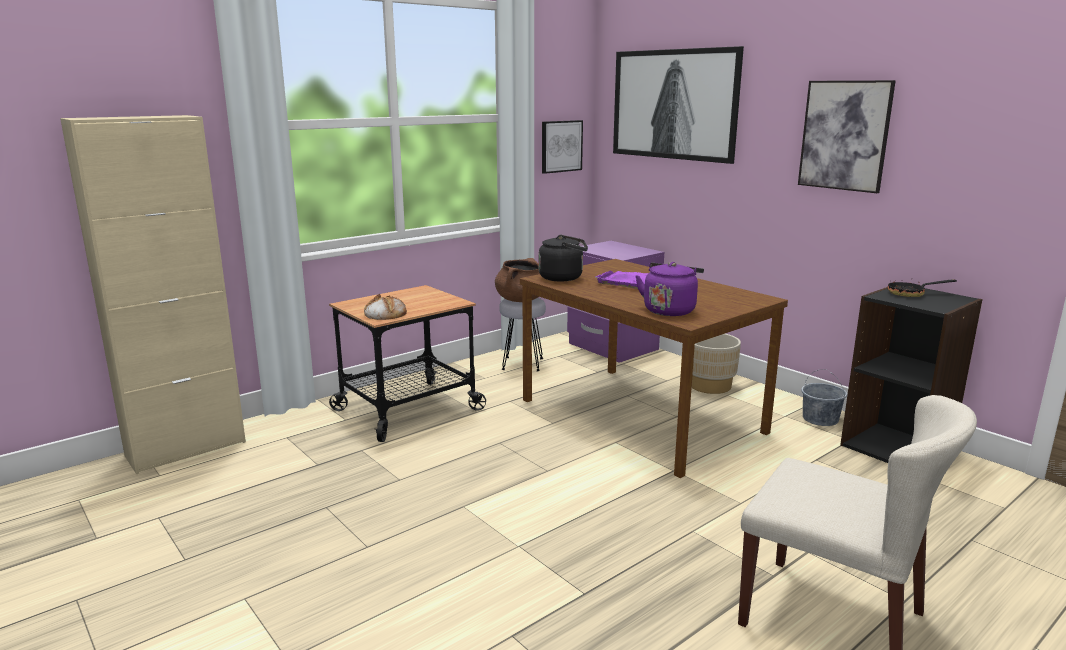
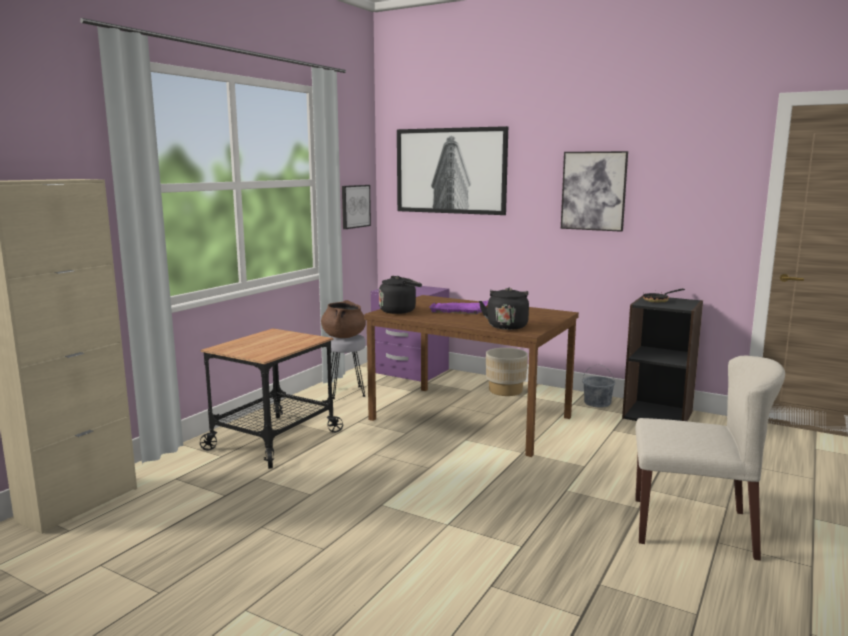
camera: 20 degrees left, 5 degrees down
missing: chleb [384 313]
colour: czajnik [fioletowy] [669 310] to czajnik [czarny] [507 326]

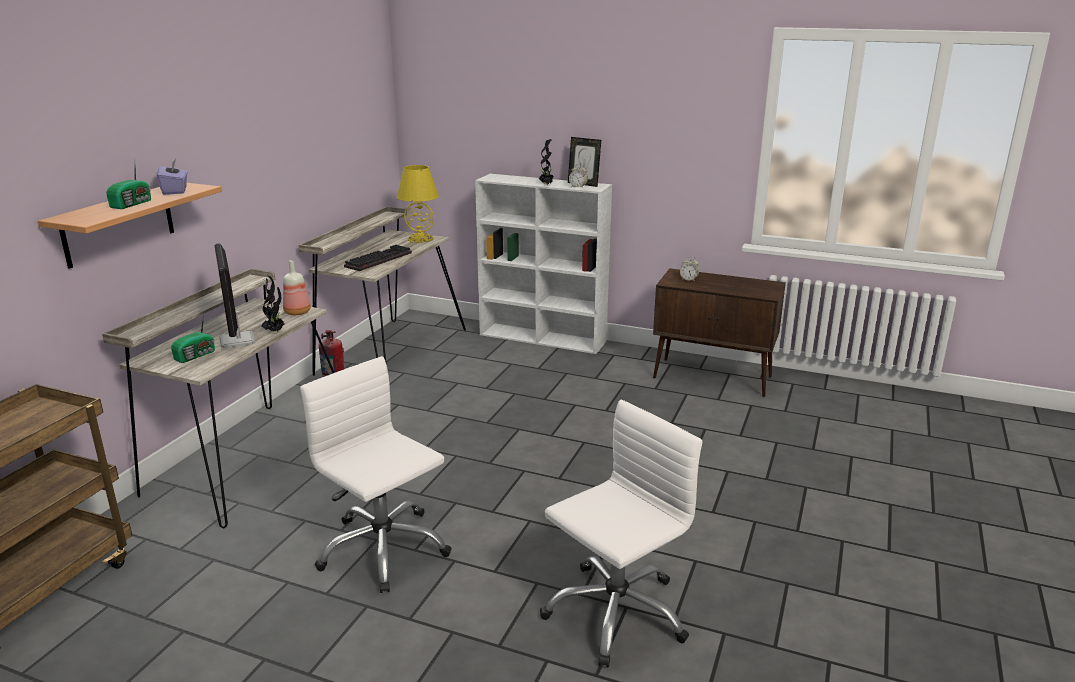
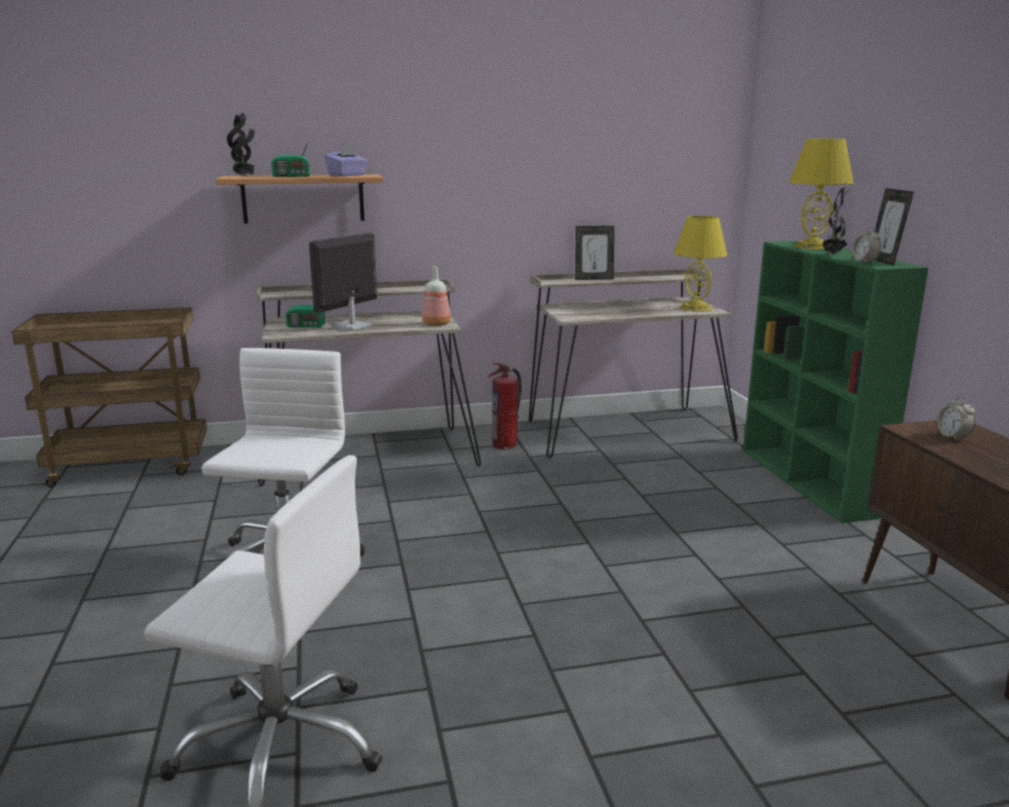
camera: 55 degrees right, 5 degrees down
missing: klawiatura [378 259]
appeared: ramka na zdjęcie [593 279]; lampa stołowa [żółty] [813 247]
relocated: roślina doniczkowa [275 331] to [245 177]
colour: regał [biały] [543 338] to regał [zielony] [809 482]

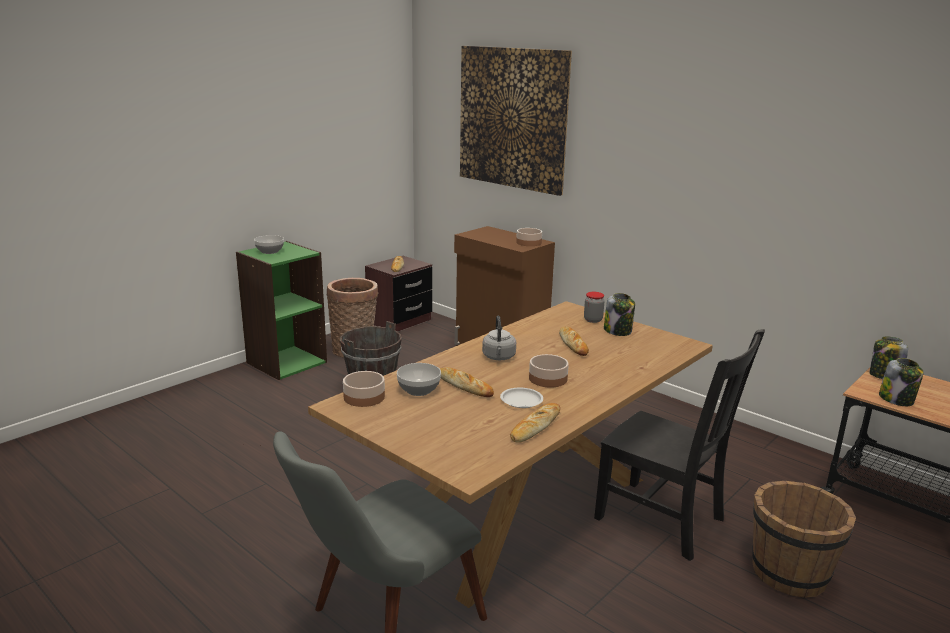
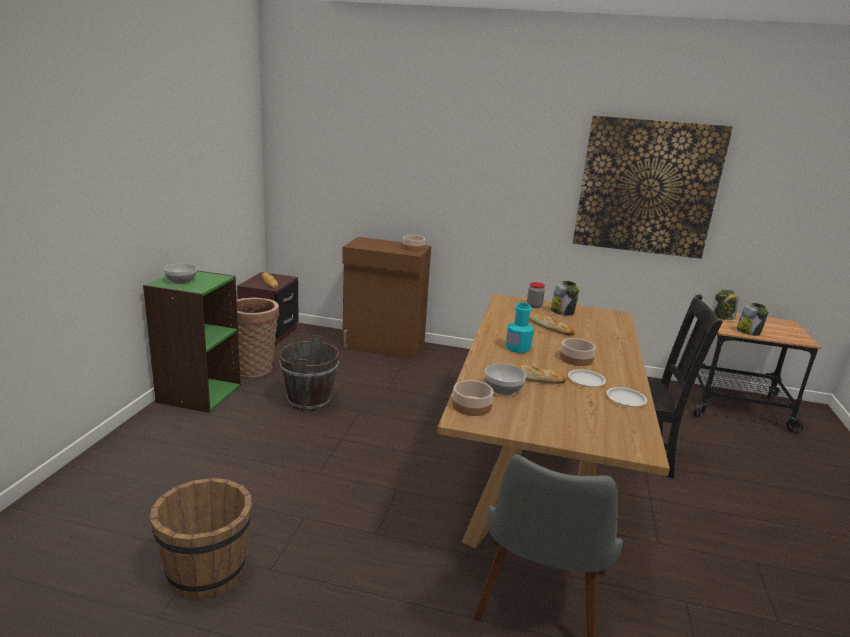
camera: 30 degrees left, 0 degrees up
relocated: obraz [512 118] to [647 187]; wiadro [brązowy] [789 573] to [207 572]
exchanged: czajnik [szary] [499 357] to butelka [turkusowy] [517 348]; chleb [535 427] to talerz [biały] [626 399]

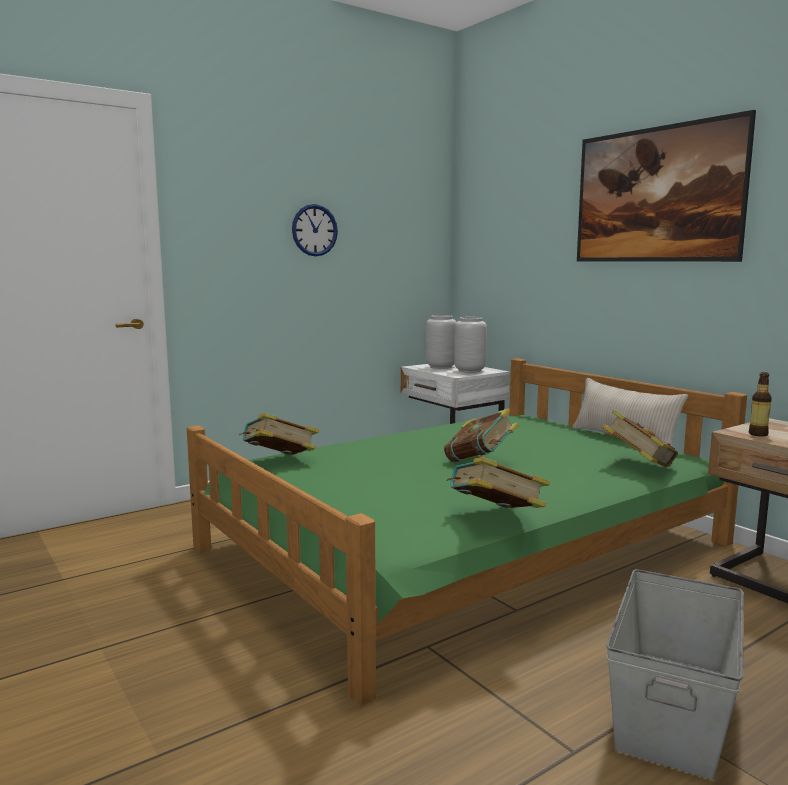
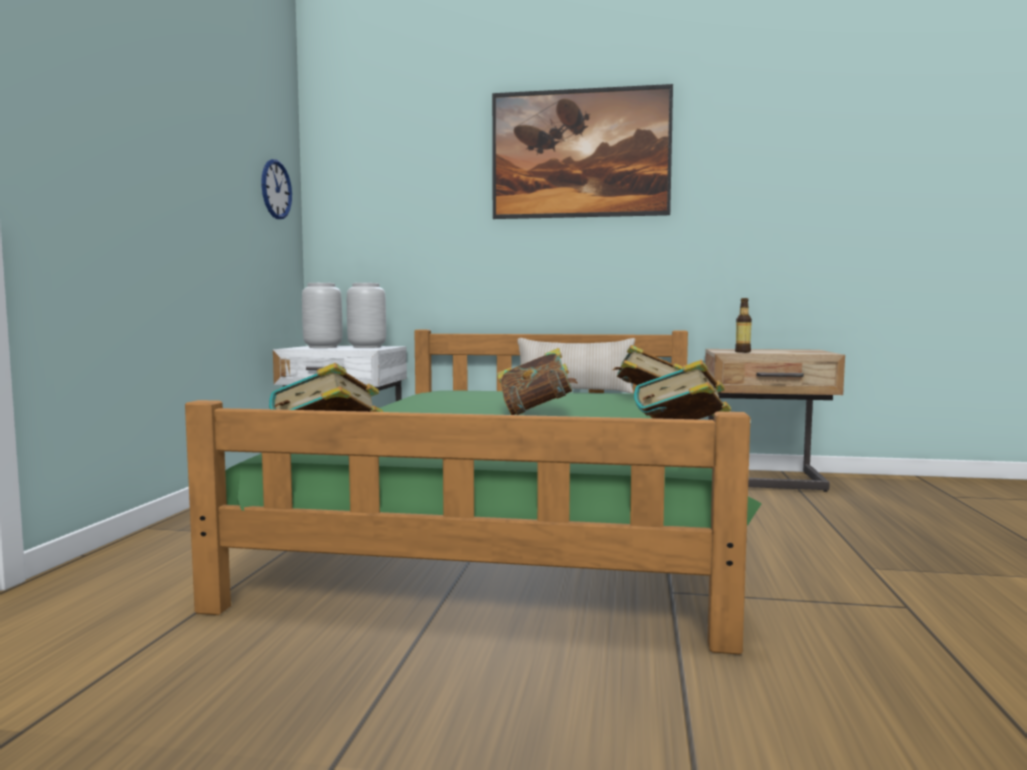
camera: 45 degrees left, 5 degrees down
missing: pojemnik do przechowywania [szary] [670 707]
relocated: zegar ścienny [314 230] to [276 189]

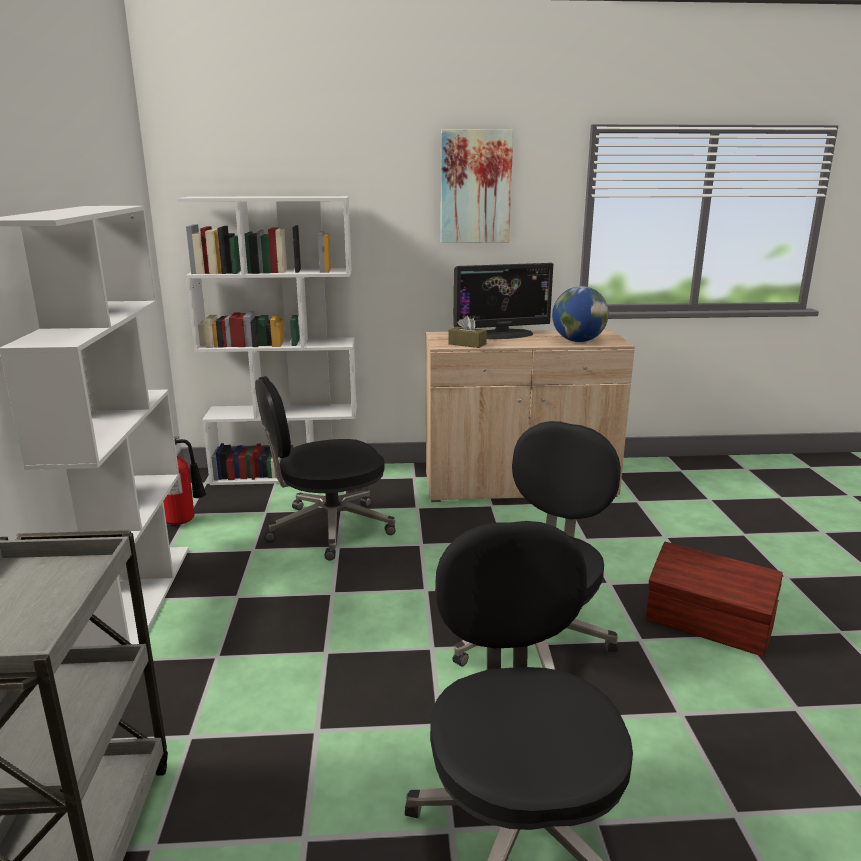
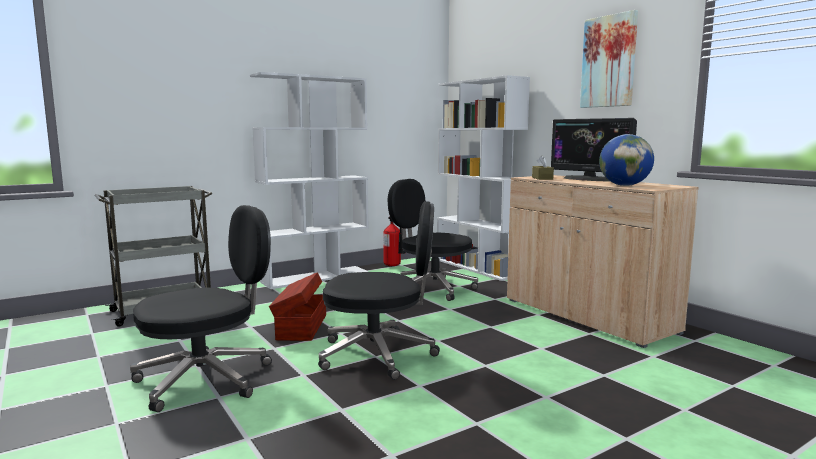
camera: 60 degrees right, 10 degrees down
relocated: pojemnik do przechowywania [brązowy] [709 626] to [300 327]

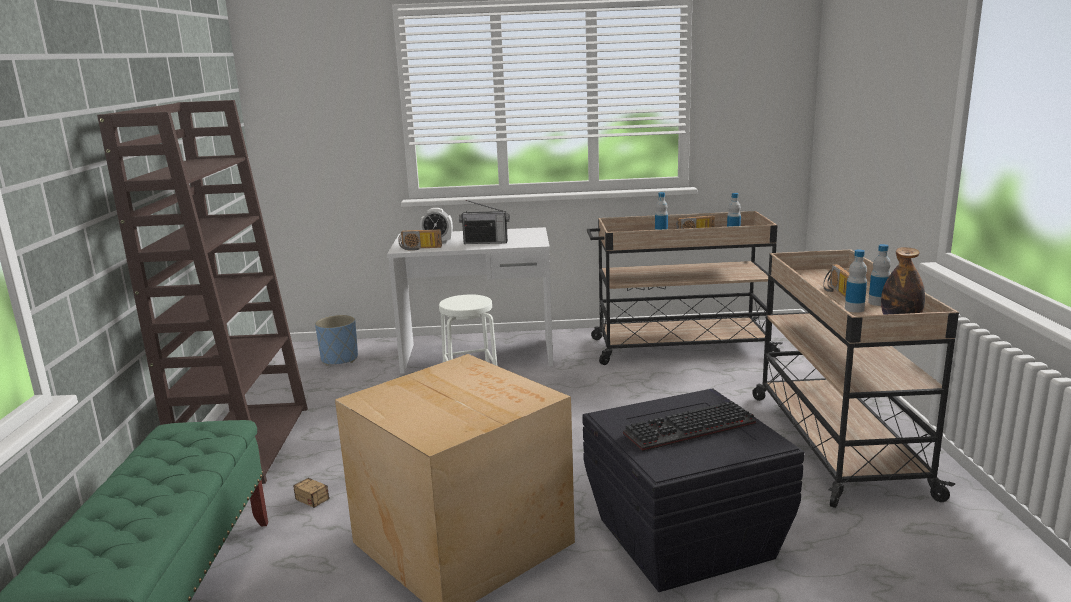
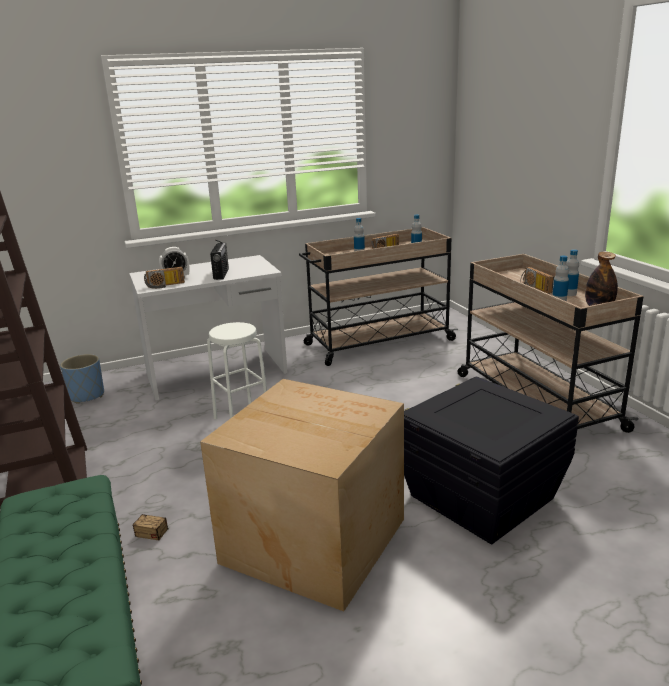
camera: 20 degrees left, 5 degrees up
missing: klawiatura [689 431]
spun: radio [485 242] = [221 274] 75 degrees counterclockwise

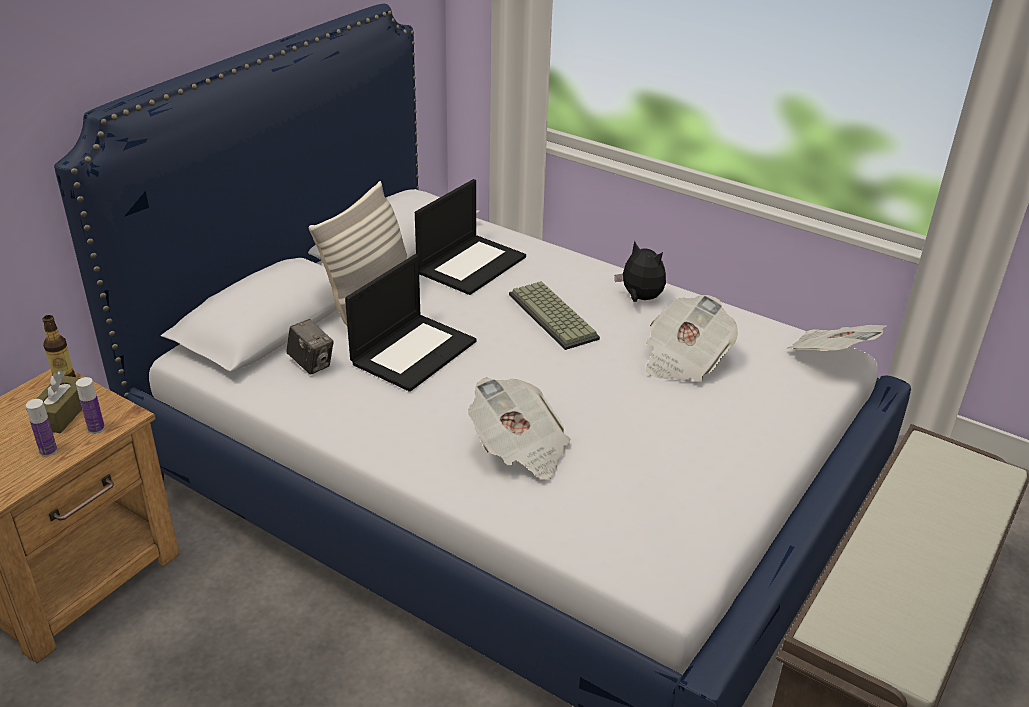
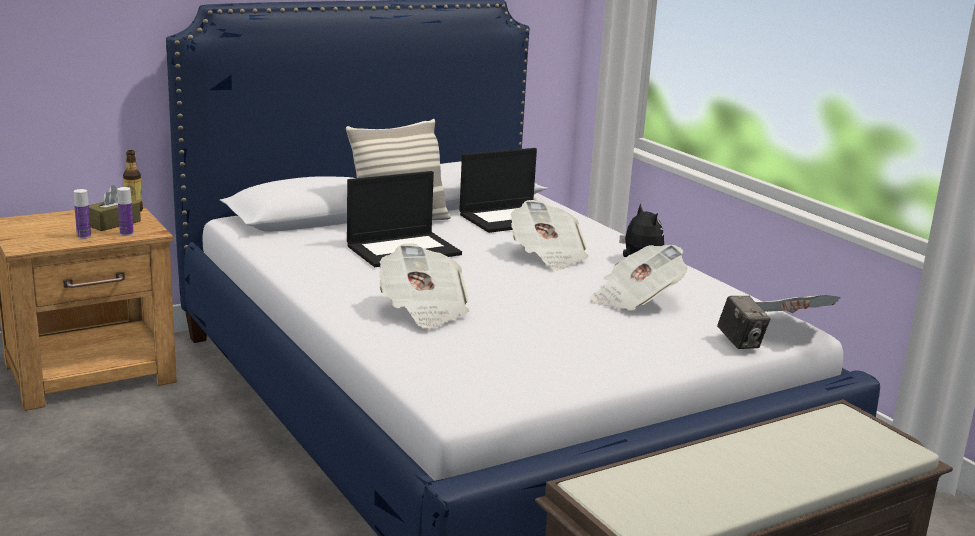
camera: 25 degrees right, 15 degrees down
relocated: aparat fotograficzny [311 364] to [740 343]
exchanged: klawiatura [555 316] to gazeta [547 256]

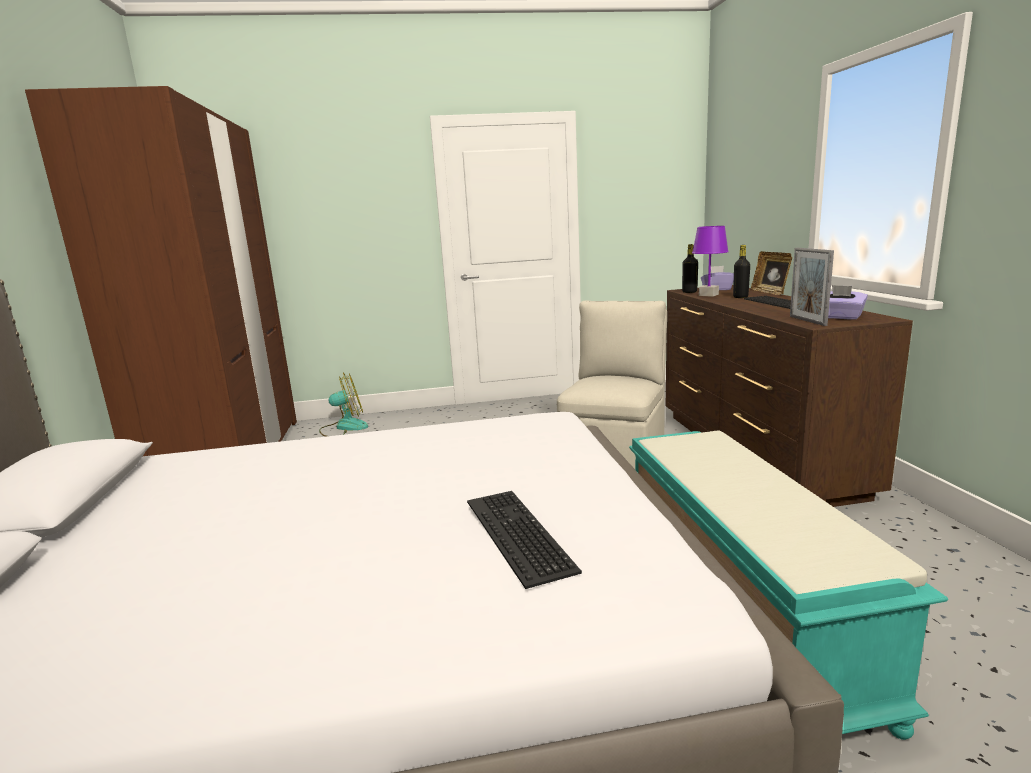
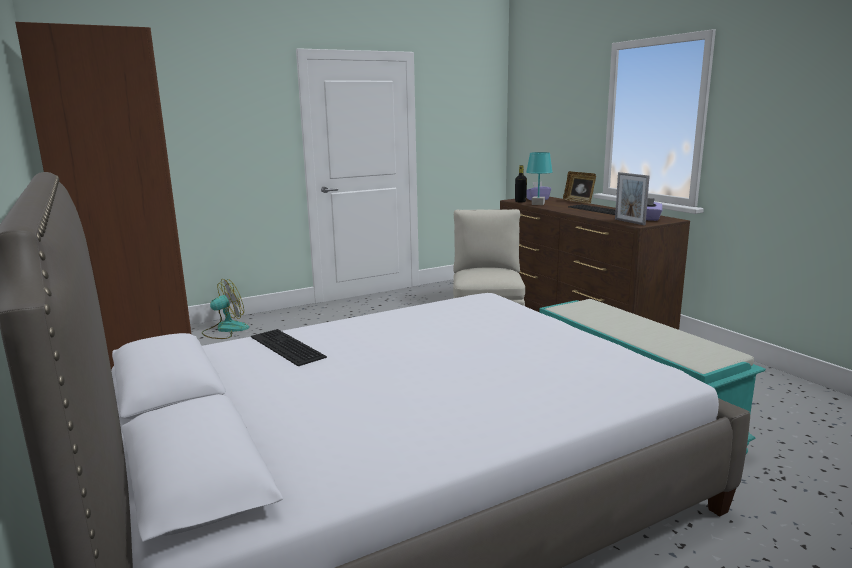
camera: 20 degrees left, 0 degrees up
missing: butelka [czarny] [740 297]
relocated: klawiatura [513 533] to [284 347]
colour: lampa stołowa [fioletowy] [708 295] to lampa stołowa [turkusowy] [538 204]

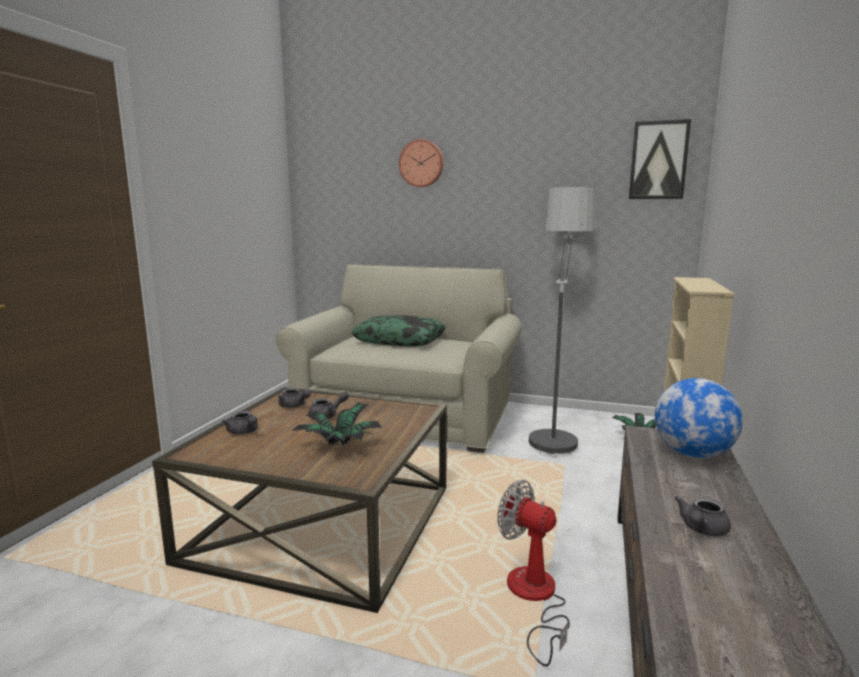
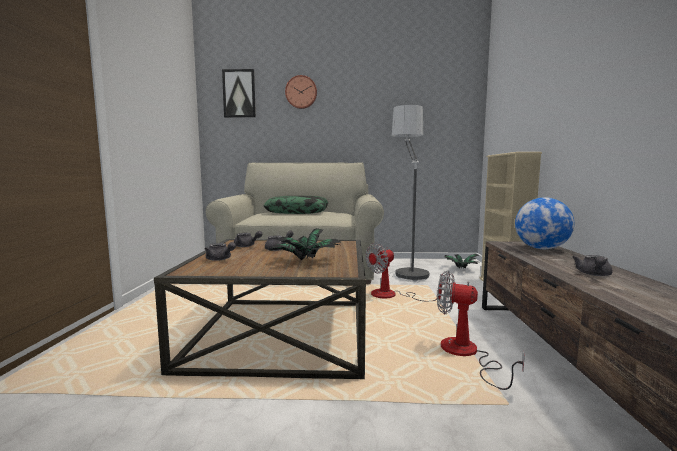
camera: 15 degrees left, 5 degrees down
appeared: wentylator [392 295]
relocated: obraz [658 160] to [239 93]

